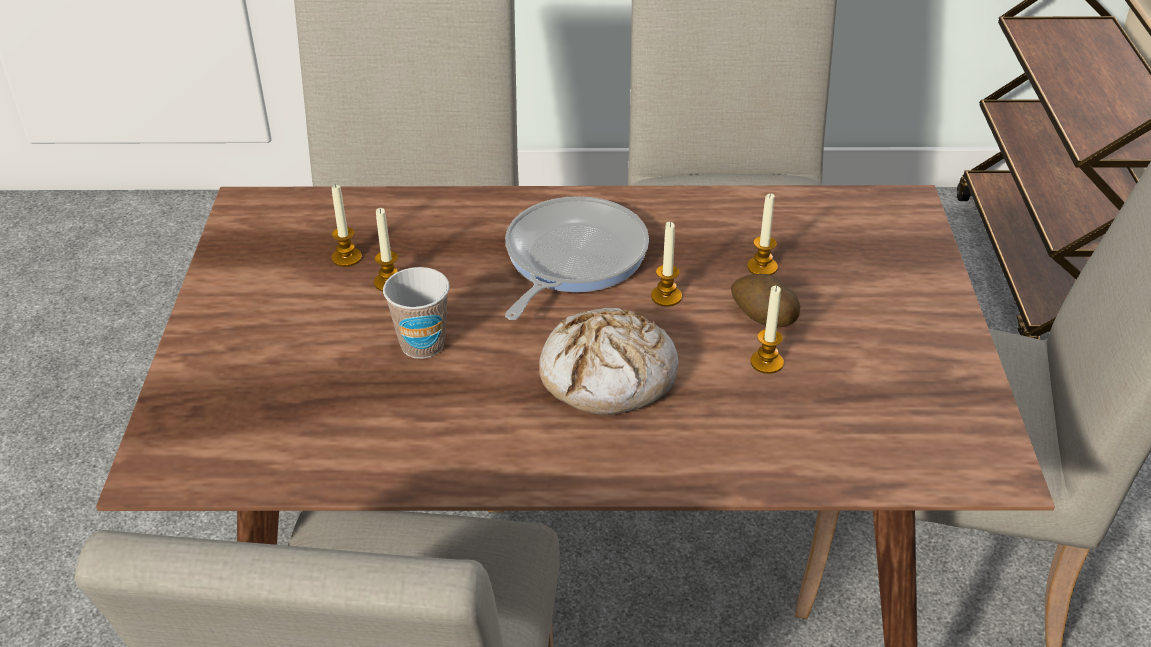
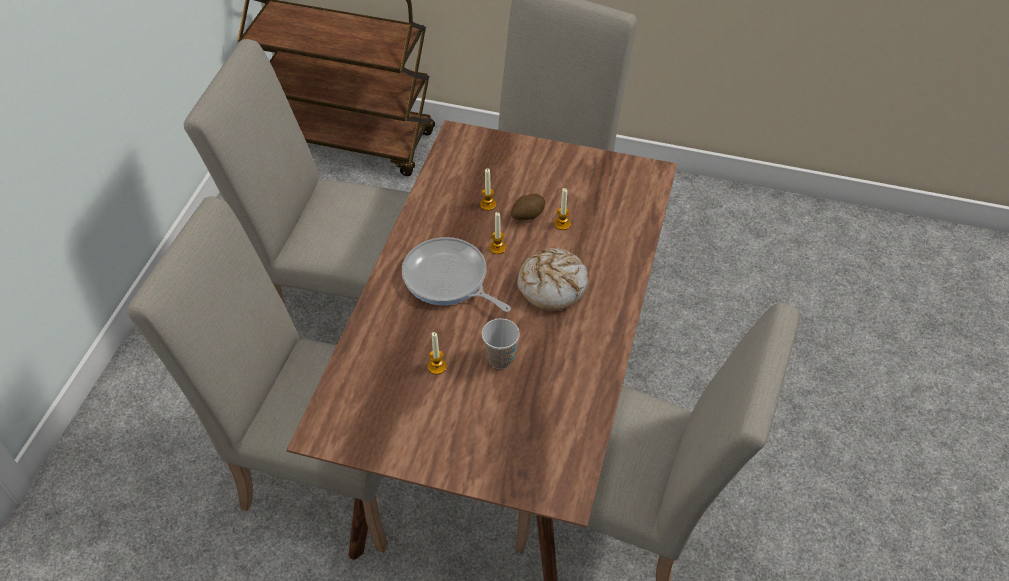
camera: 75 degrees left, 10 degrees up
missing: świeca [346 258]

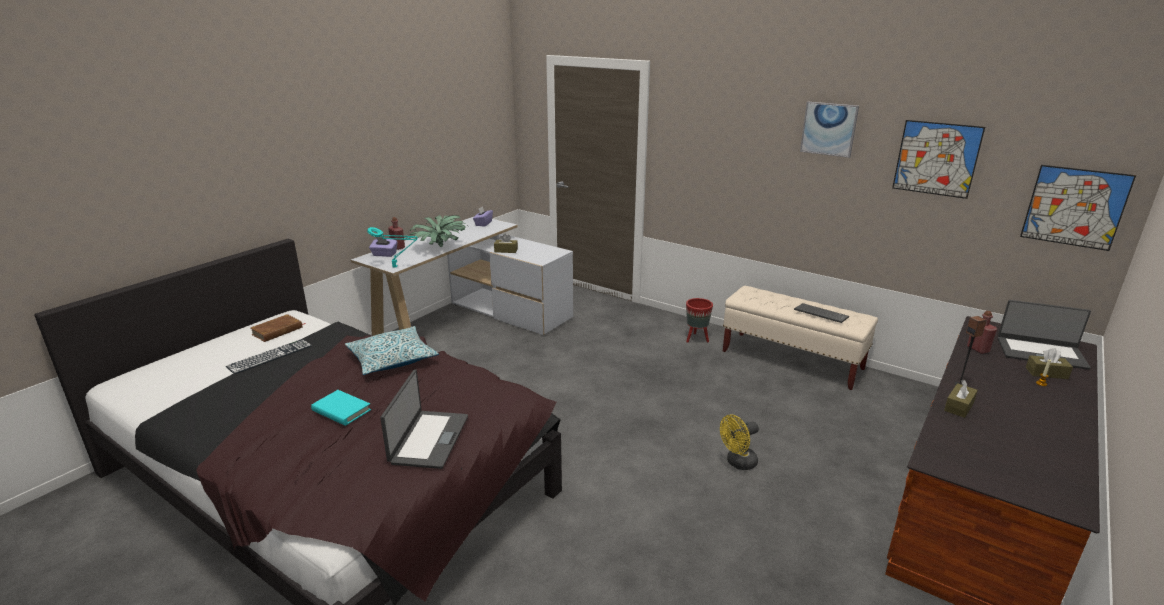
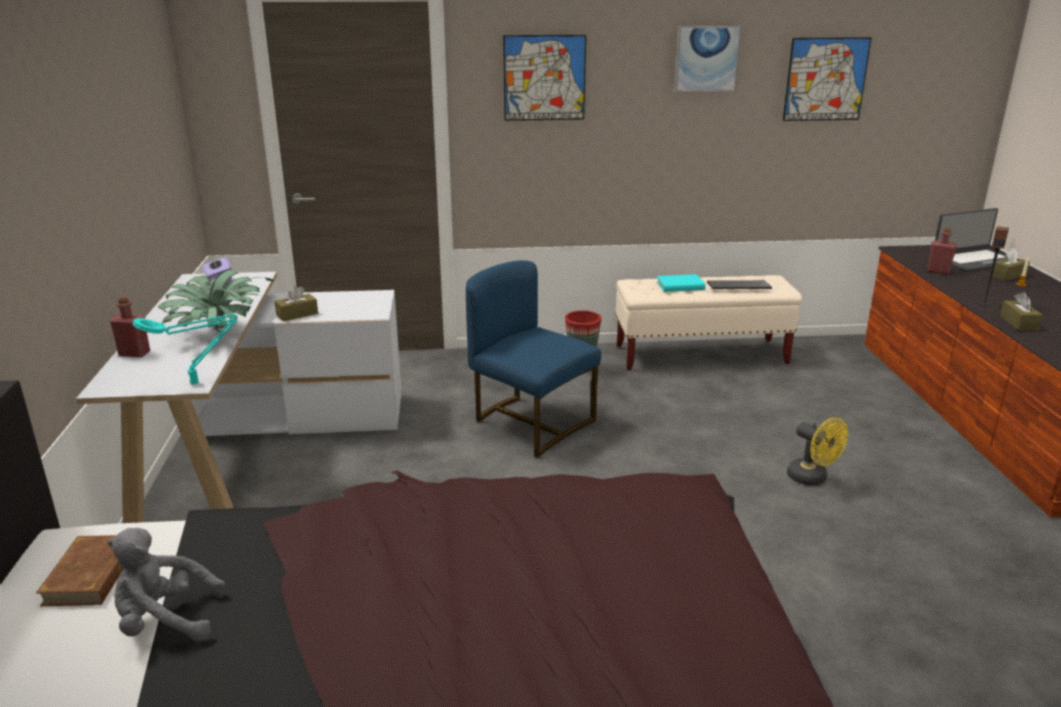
camera: 40 degrees left, 0 degrees up
missing: poduszka [392 359]; pudełko chusteczek [fioletowy] [384 254]; laptop [428 439]
appeared: krzesło [niebieski] [531 423]
relocated: książka [turkusowy] [341 410] to [680 286]; obraz [1074 207] to [544 78]
exchanged: klawiatura [270 356] to pluszak [szary] [166 621]
spun: wentylator [żółty] [738 463] = [812 479] 60 degrees counterclockwise

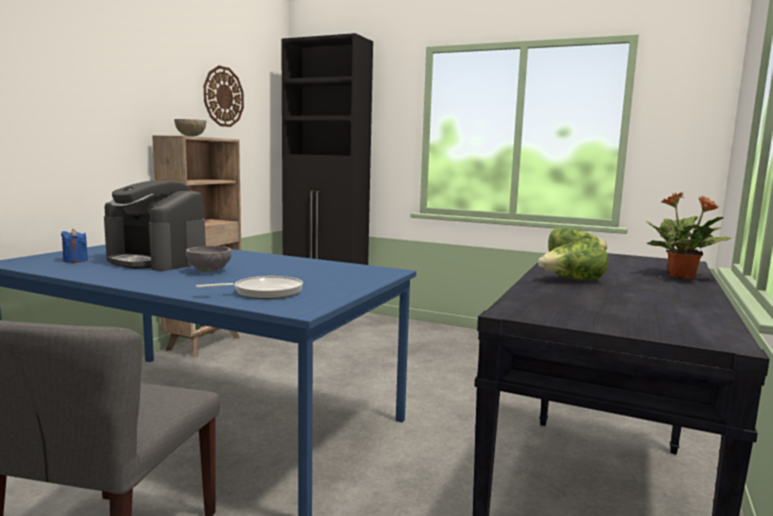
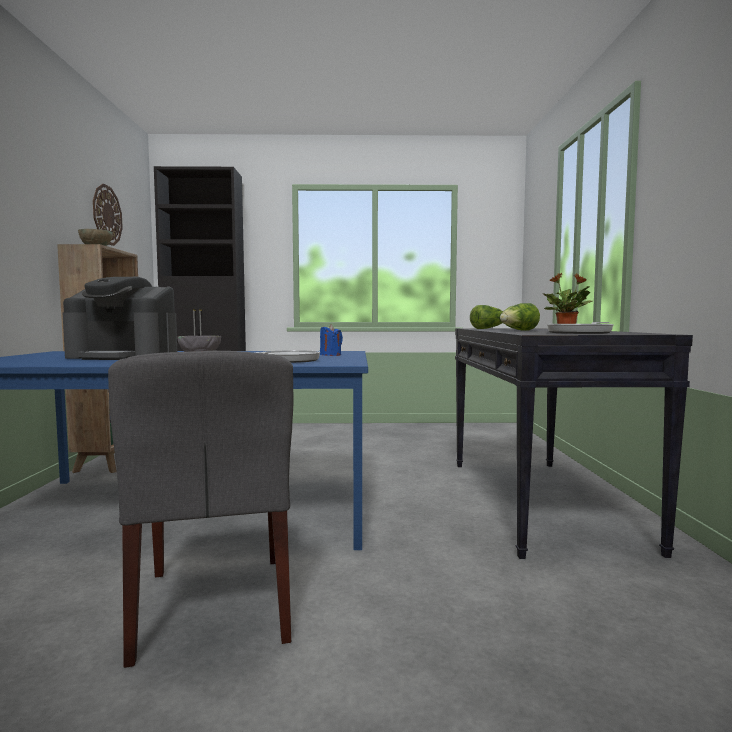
camera: 25 degrees left, 5 degrees down
appeared: patelnia [581 332]
relocated: świeca [niebieski] [75 260] to [330 355]

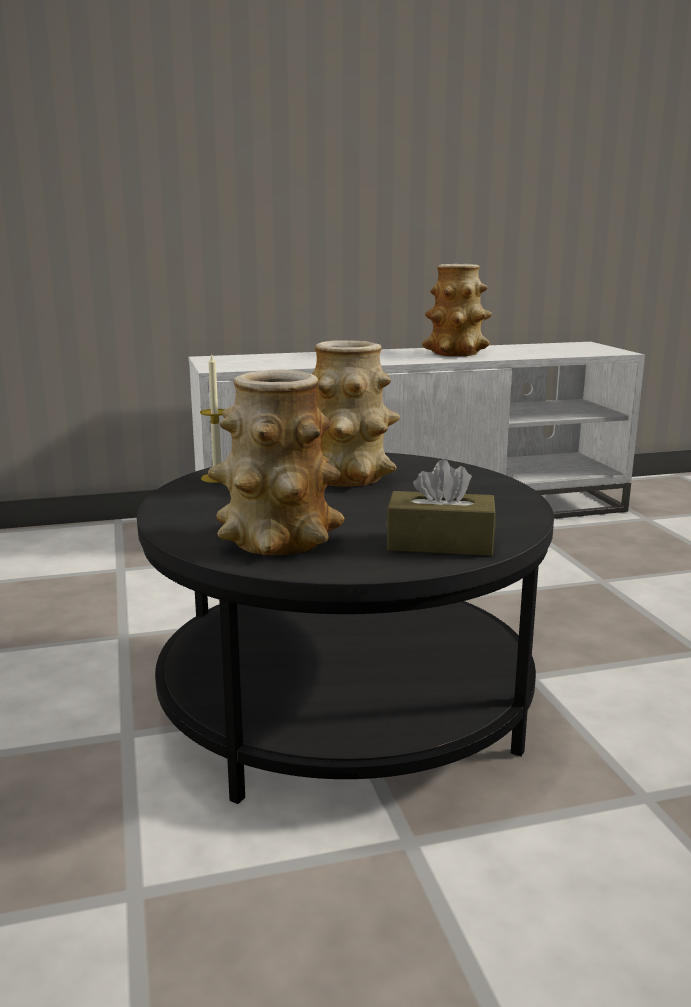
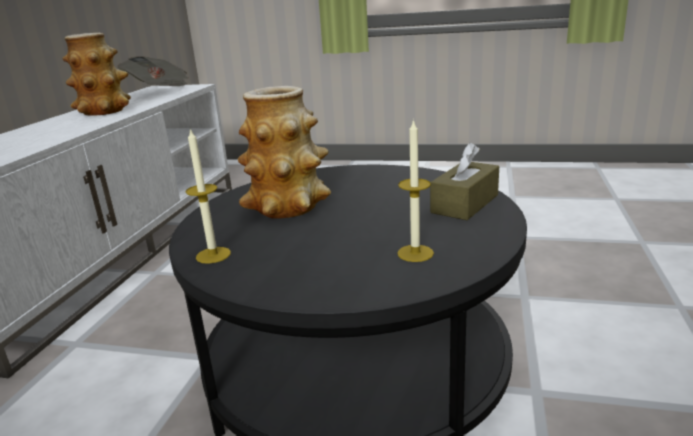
camera: 60 degrees left, 5 degrees up
appeared: gazeta [161 91]
exchanged: wazon [277 540] to świeca [415 253]

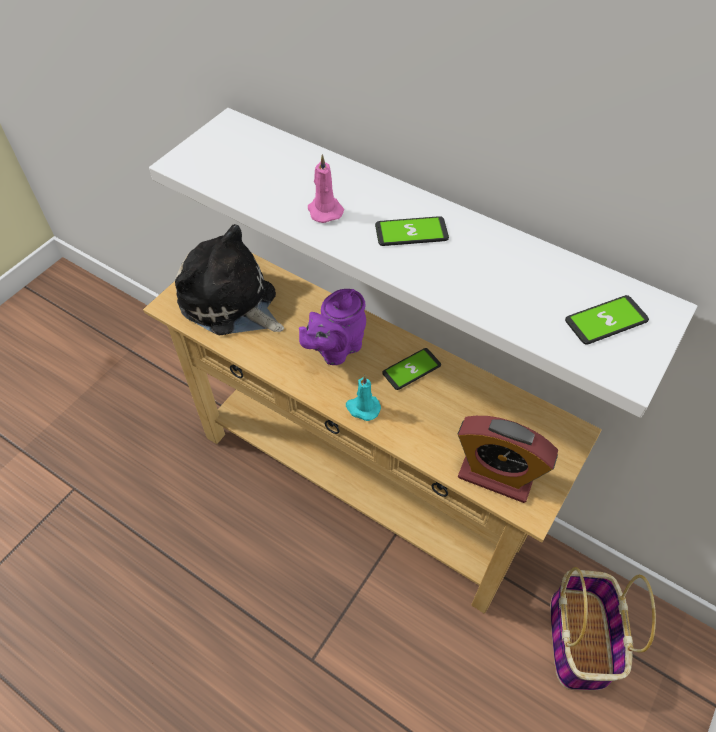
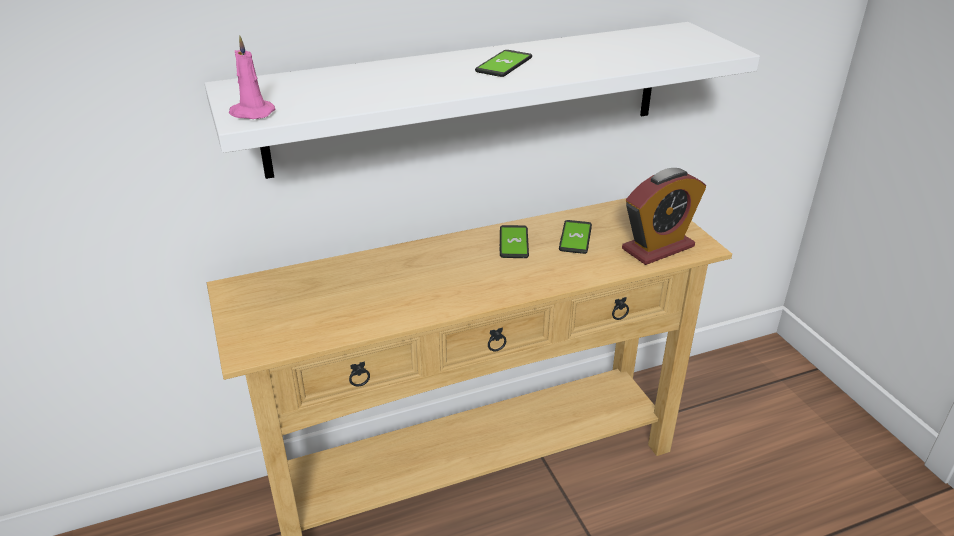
camera: 55 degrees left, 20 degrees down
missing: pluszak [231 303]; imbryk [fioletowy] [335 349]; świeca [turkusowy] [362 408]; koszyk [580 640]
relocated: świeca [różowy] [324 210] to [251 113]; telefon [606 320] to [575 238]

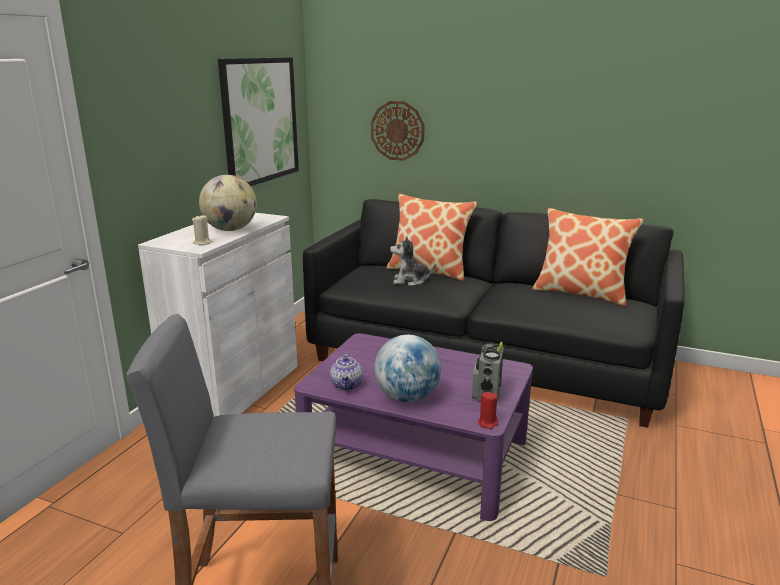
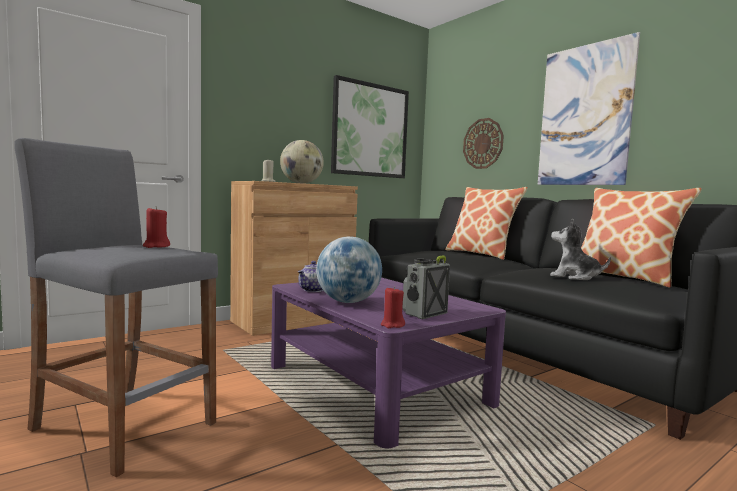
camera: 30 degrees right, 15 degrees down
appeared: świeca [czerwony] [156 246]; obraz [584 115]
relocated: pluszak [410 281] to [574 277]
colour: szafka [biały] [235 389] to szafka [brązowy] [293 320]

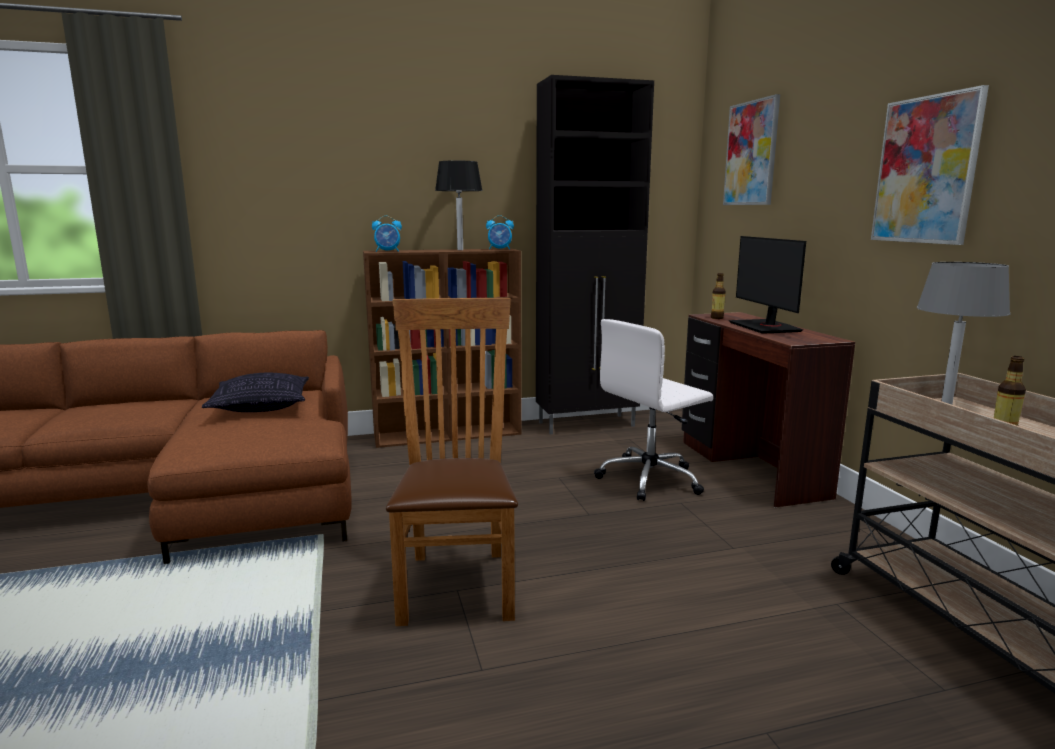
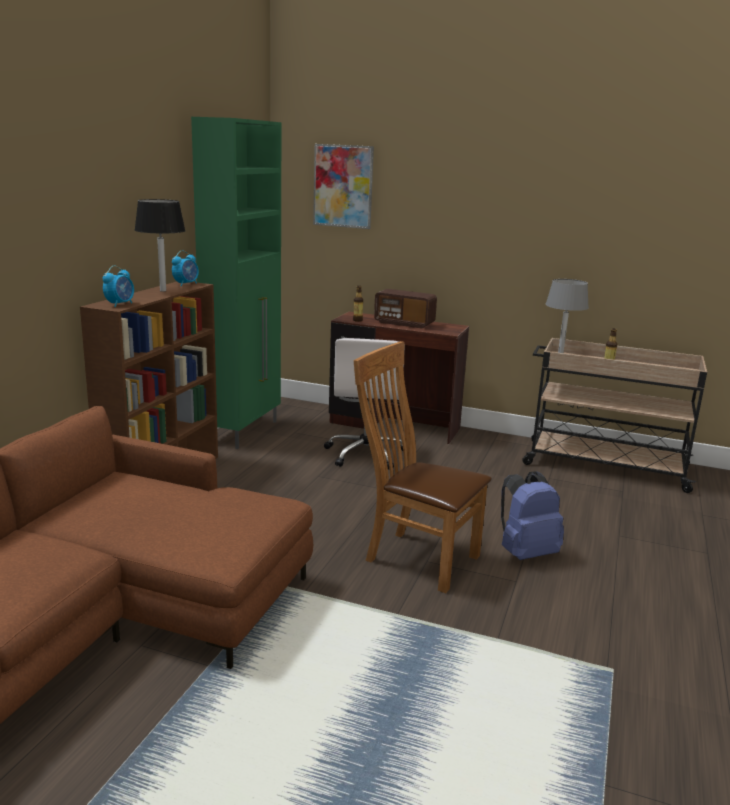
camera: 55 degrees left, 5 degrees up
missing: poduszka [261 407]; obraz [926 170]
appeared: plecak [niebieski] [525 553]
exchanged: monitor [765 327] to radio [404 323]
colour: szafka [czarny] [588 424] to szafka [zielony] [244 431]

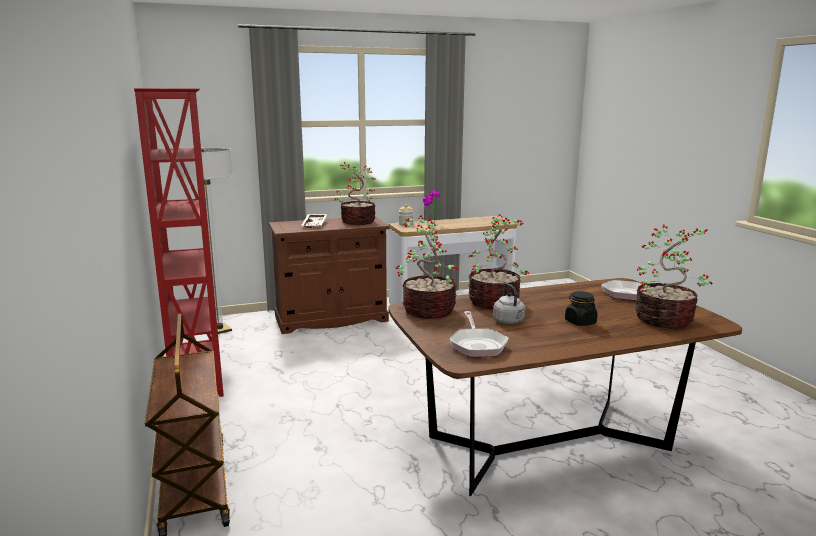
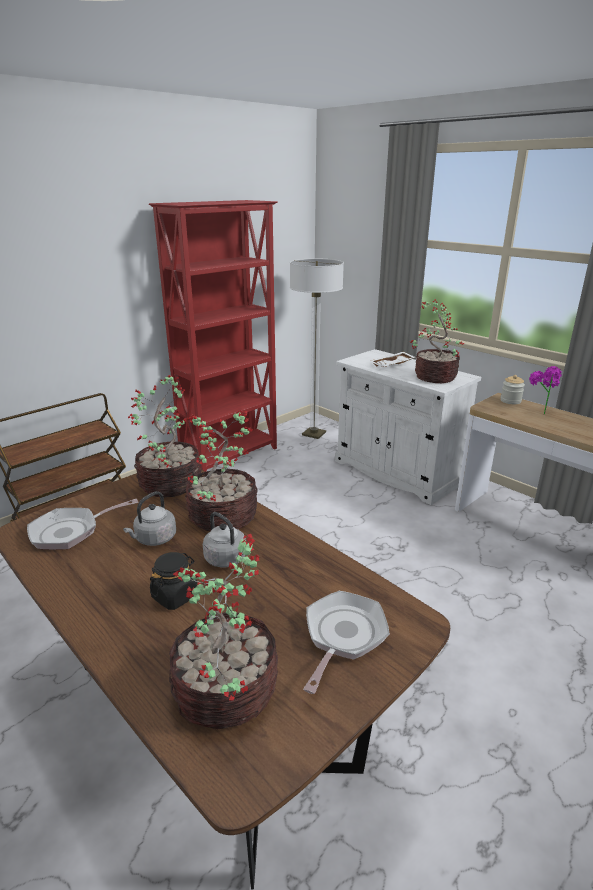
camera: 65 degrees right, 10 degrees up
appeared: czajnik [szary] [227 560]
colour: szafka [brązowy] [331 319] to szafka [biały] [396 472]

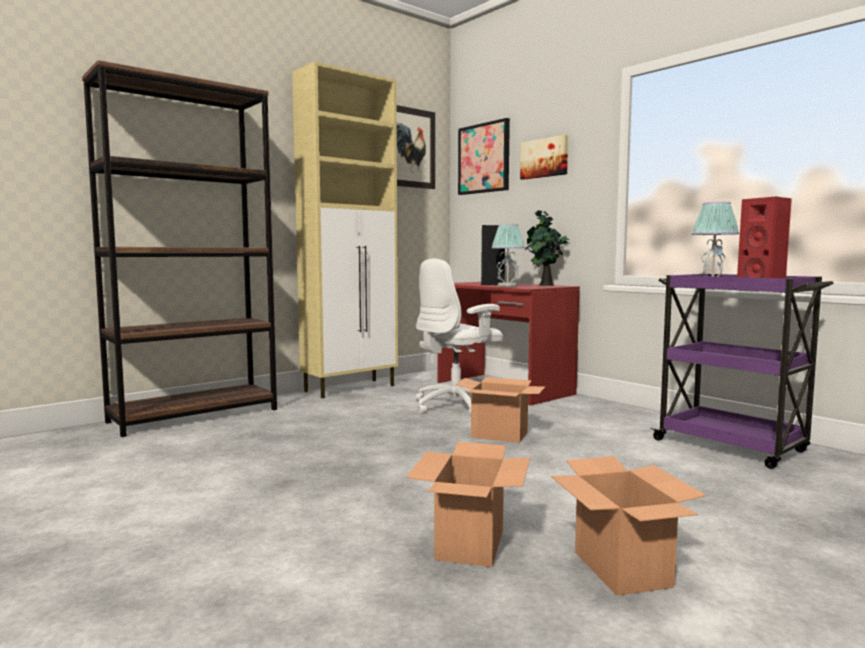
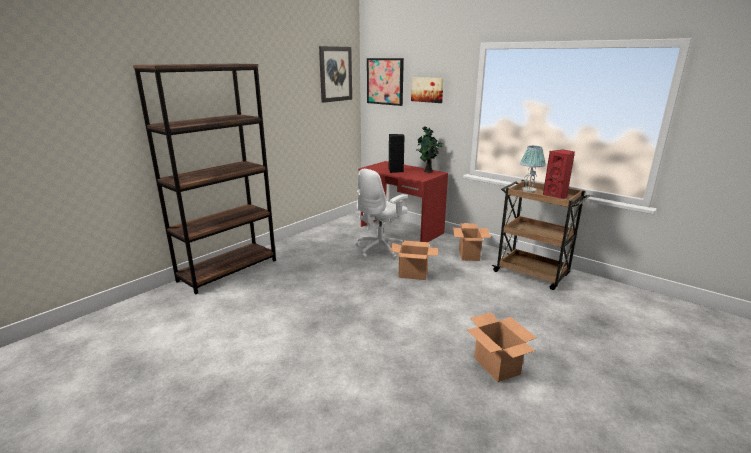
camera: 10 degrees left, 15 degrees up
missing: szafka [beżowy] [351 388]; lampa stołowa [507 286]
relocated: karton [470 545] to [469 255]
colour: wózek [fioletowy] [732 446] to wózek [brązowy] [532 274]

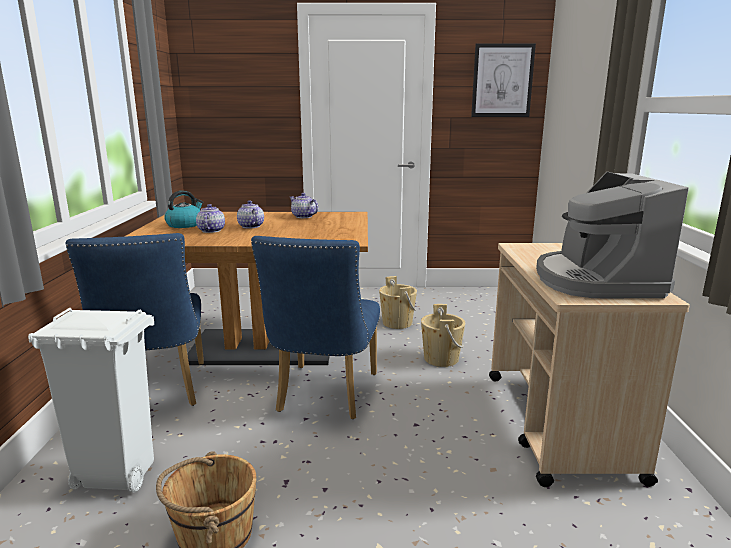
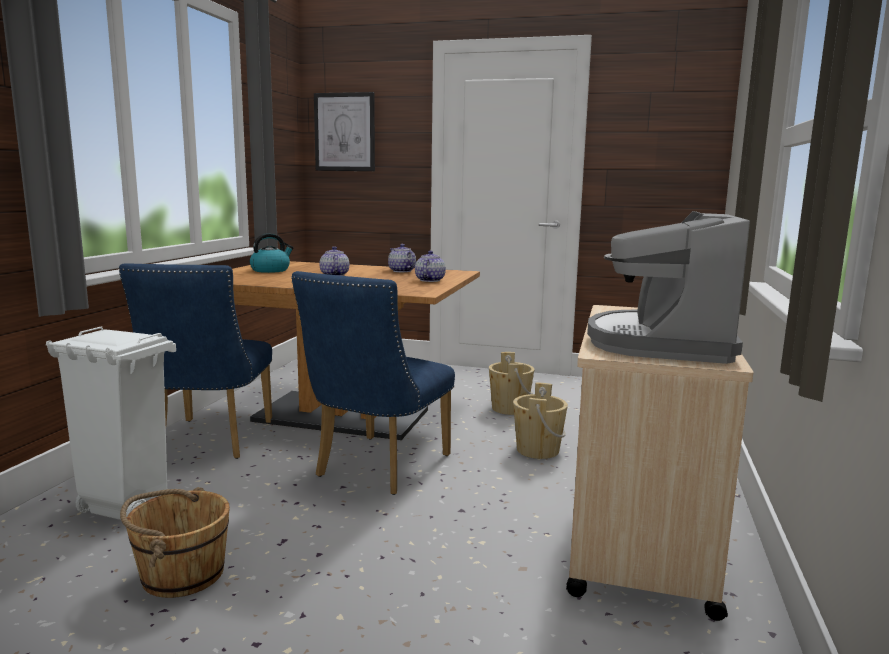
camera: 15 degrees right, 5 degrees down
relocated: imbryk [211 230] to [429 280]; obraz [502 81] to [345 132]

